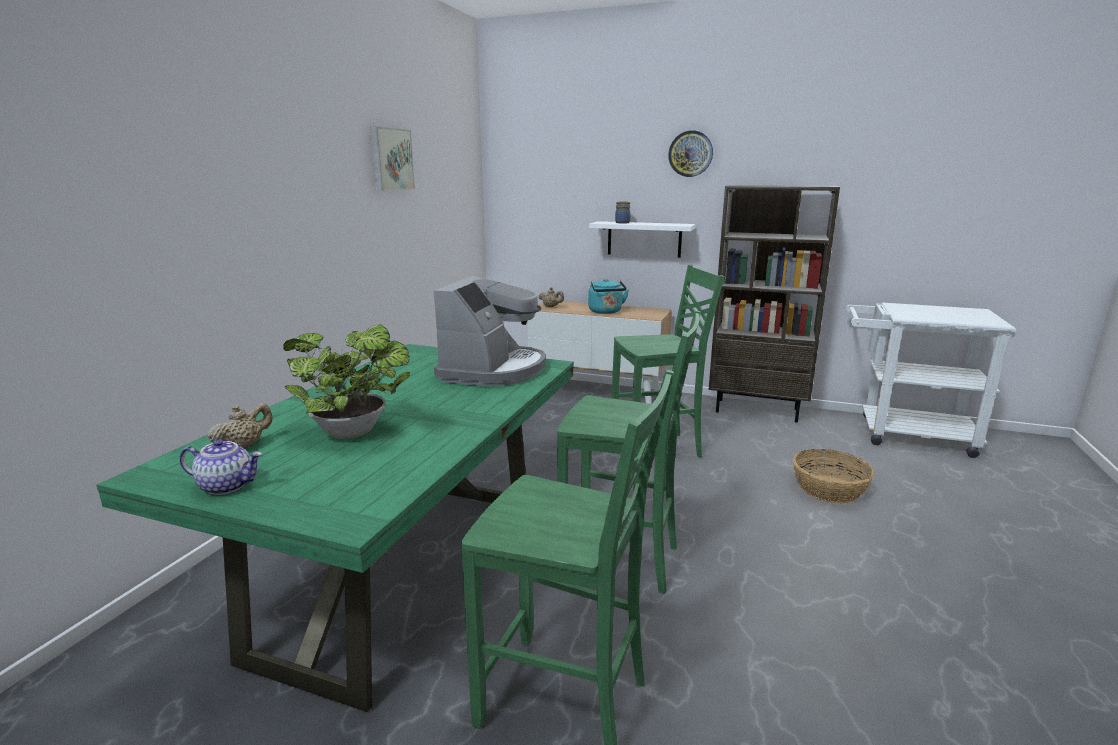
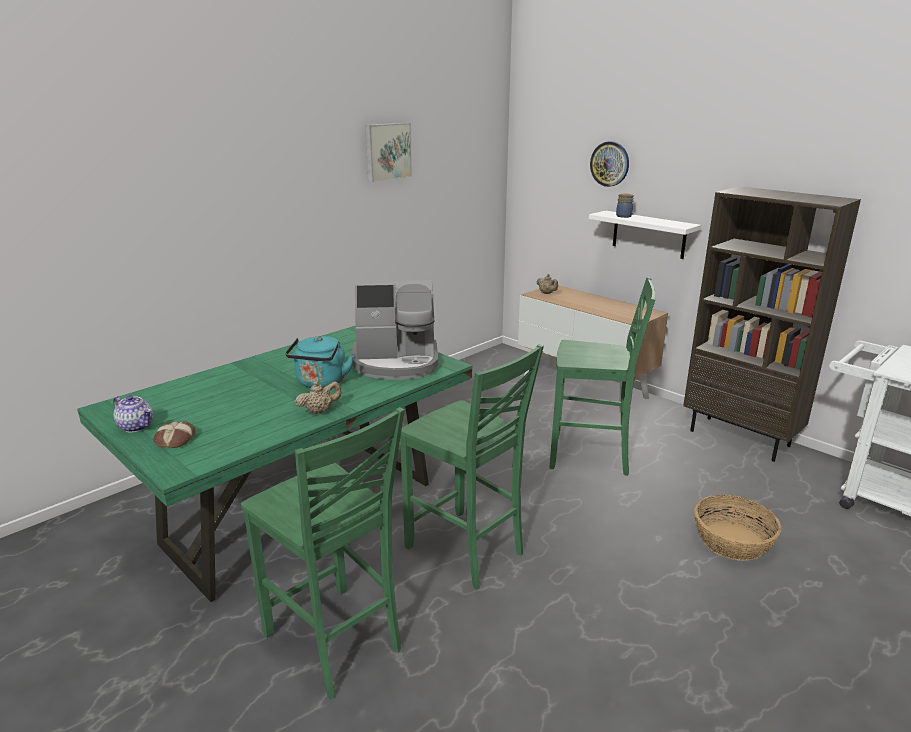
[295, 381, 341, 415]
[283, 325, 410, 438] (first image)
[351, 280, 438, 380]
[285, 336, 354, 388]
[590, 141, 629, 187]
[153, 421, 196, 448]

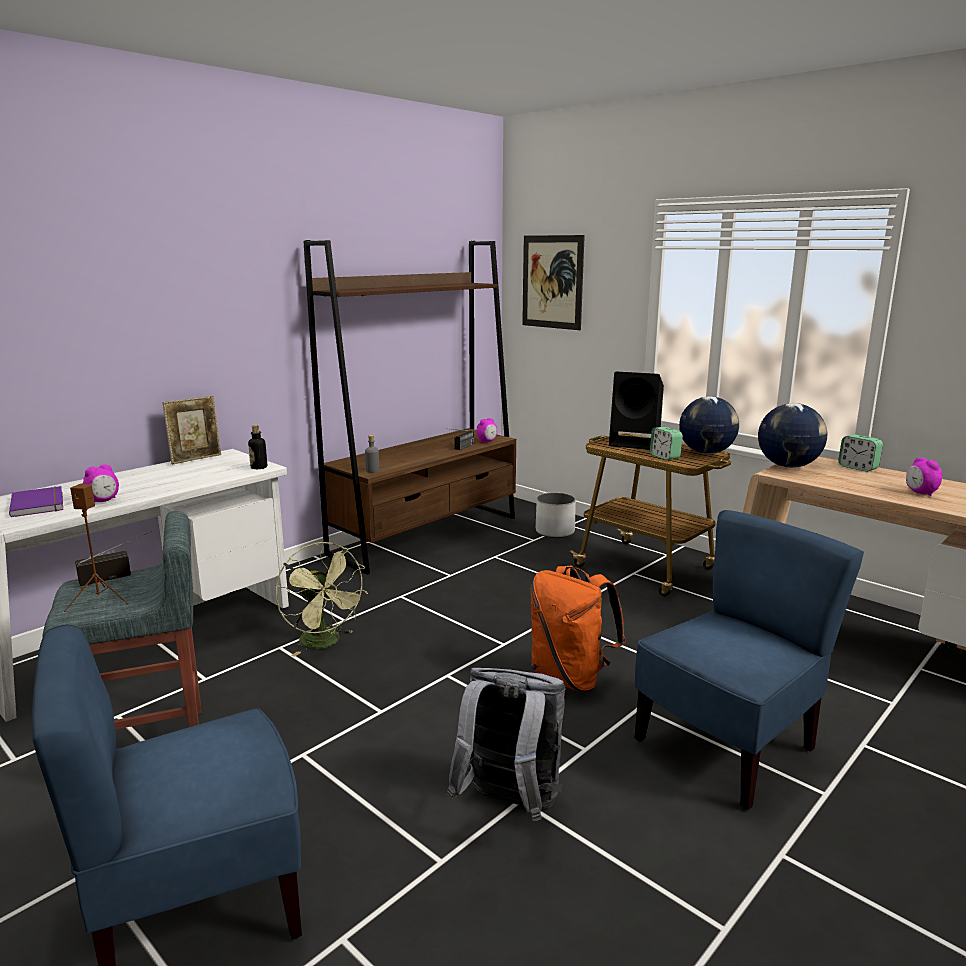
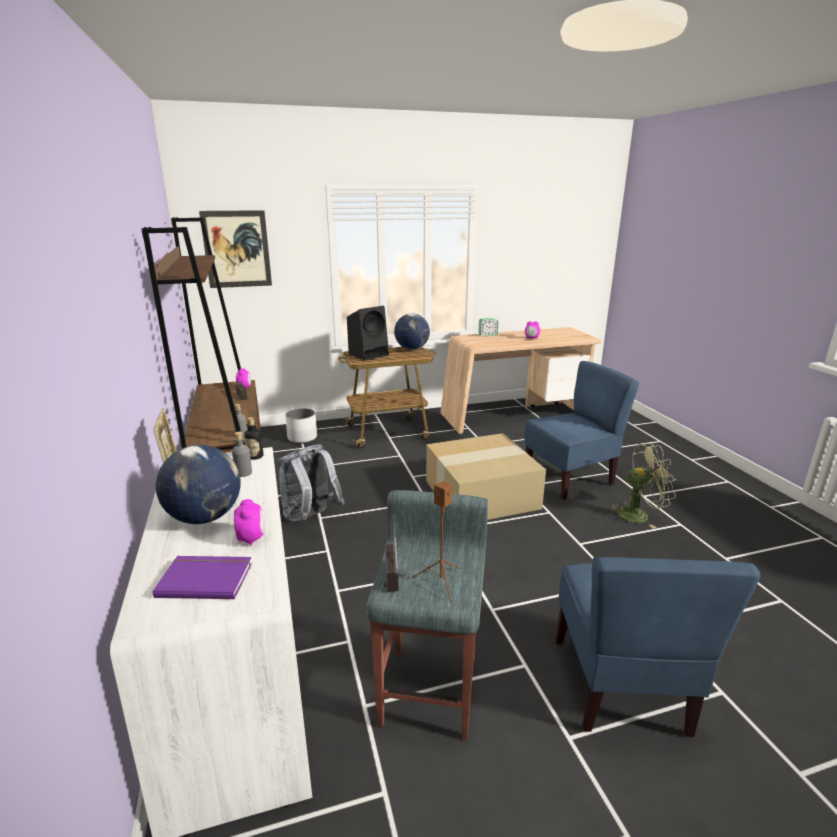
[607, 443, 676, 529]
[277, 444, 344, 522]
[426, 433, 546, 520]
[525, 361, 639, 500]
[650, 427, 683, 460] (first image)
[156, 445, 241, 524]
[232, 432, 252, 477]

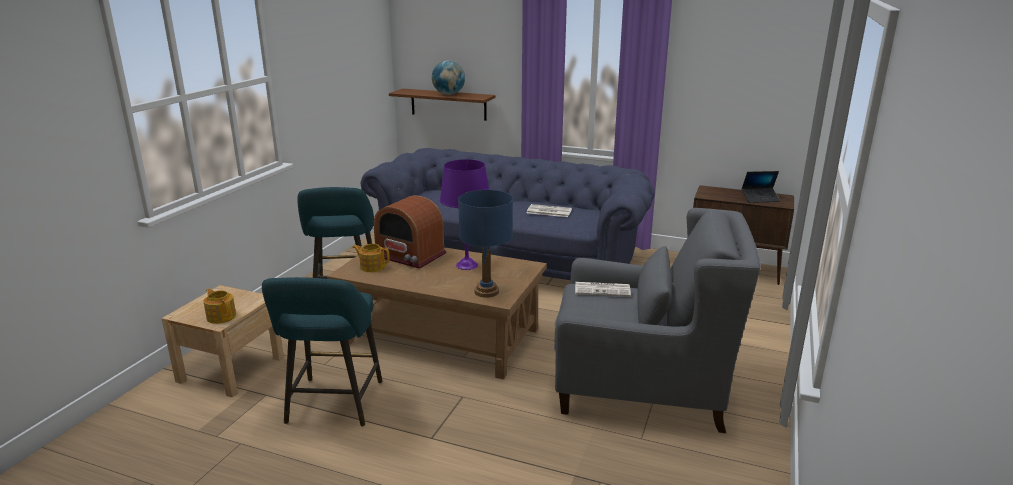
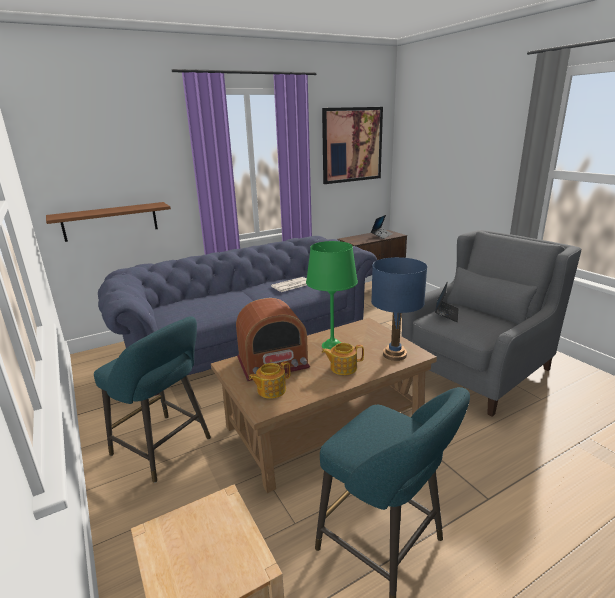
[322, 343, 364, 375]
[432, 60, 465, 95] (first image)
[306, 241, 358, 349]
[435, 281, 458, 322]
[322, 107, 383, 184]

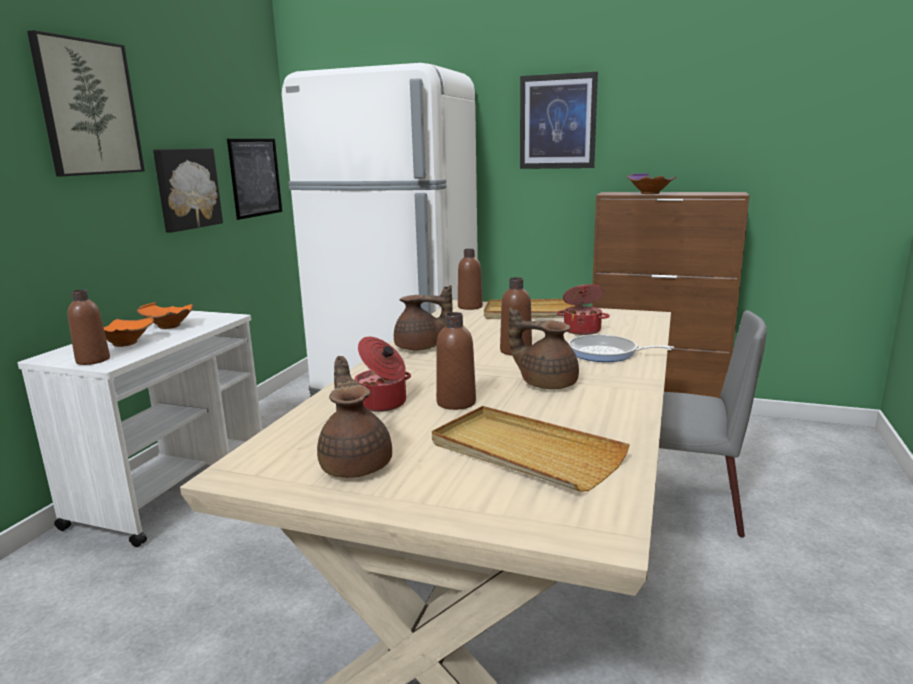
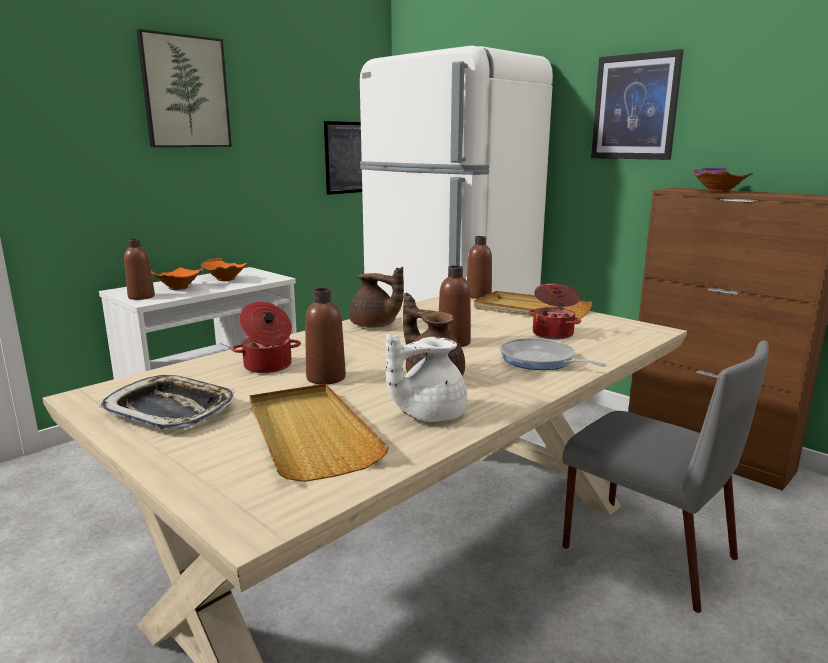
[153, 148, 223, 233] (first image)
[98, 375, 236, 430]
[386, 334, 467, 422]

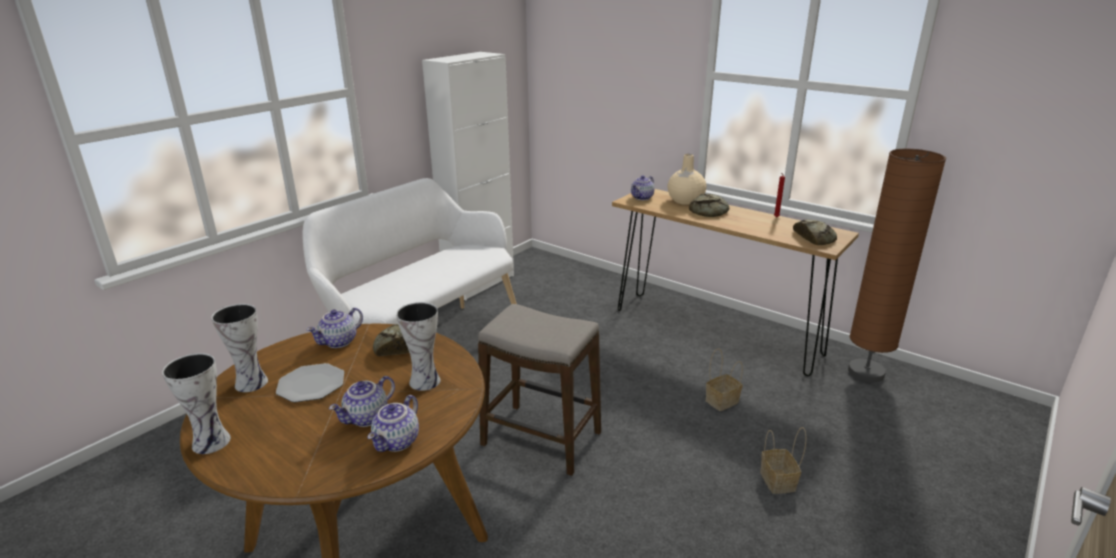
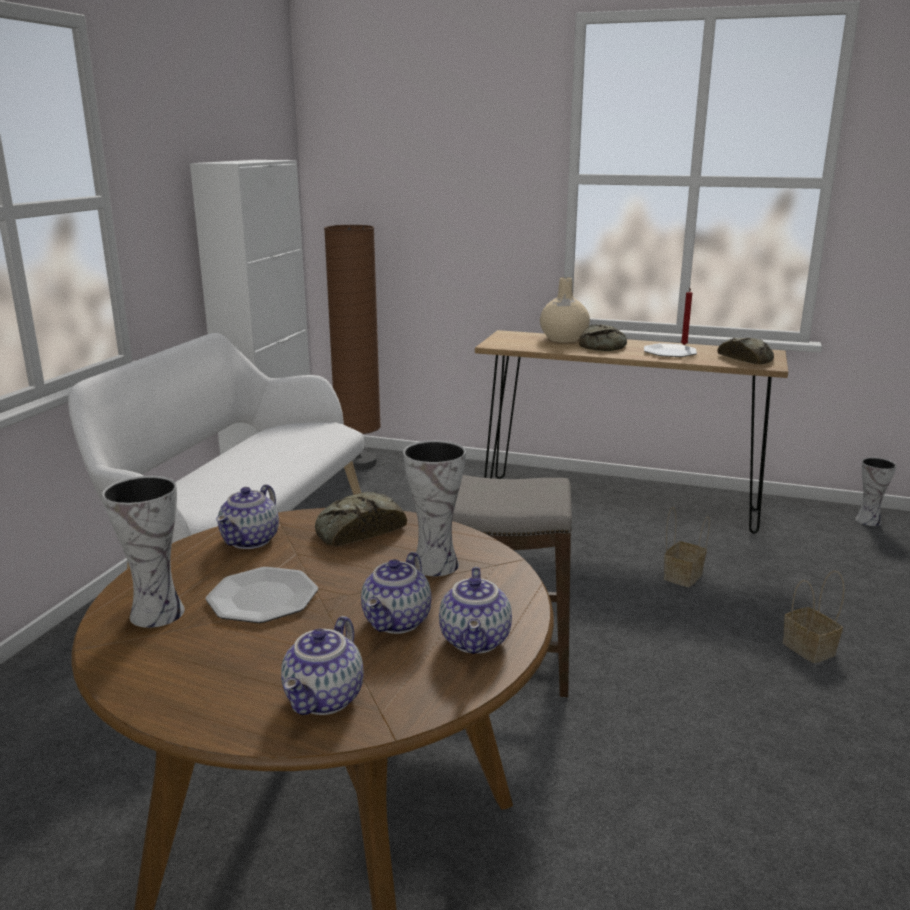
[855, 457, 897, 526]
[281, 616, 364, 715]
[324, 225, 381, 470]
[644, 343, 697, 357]

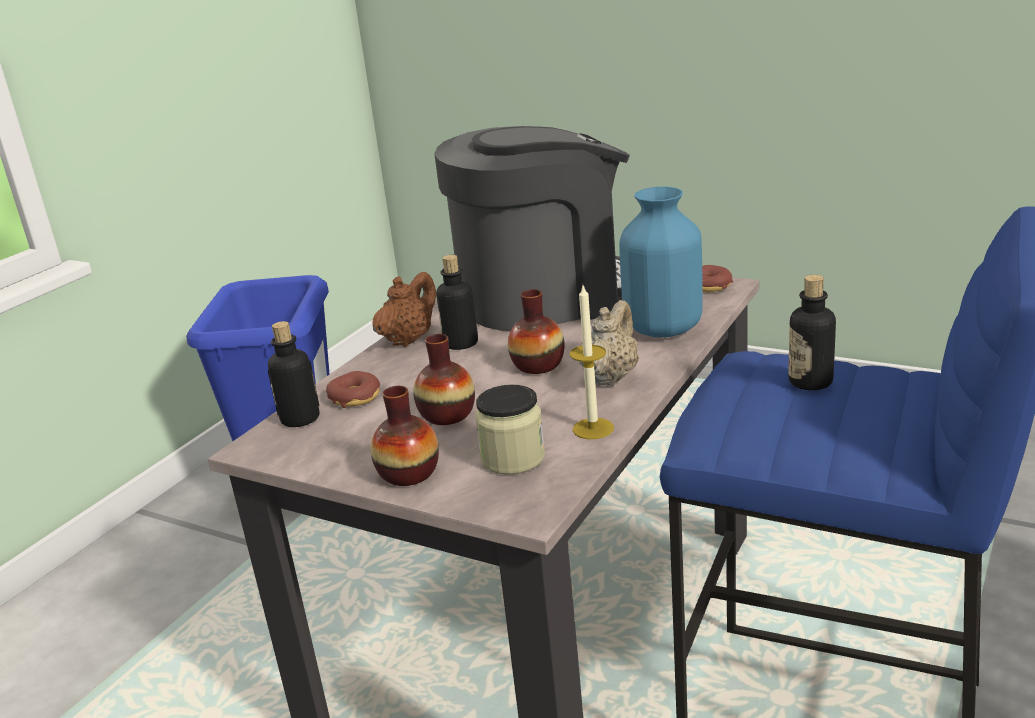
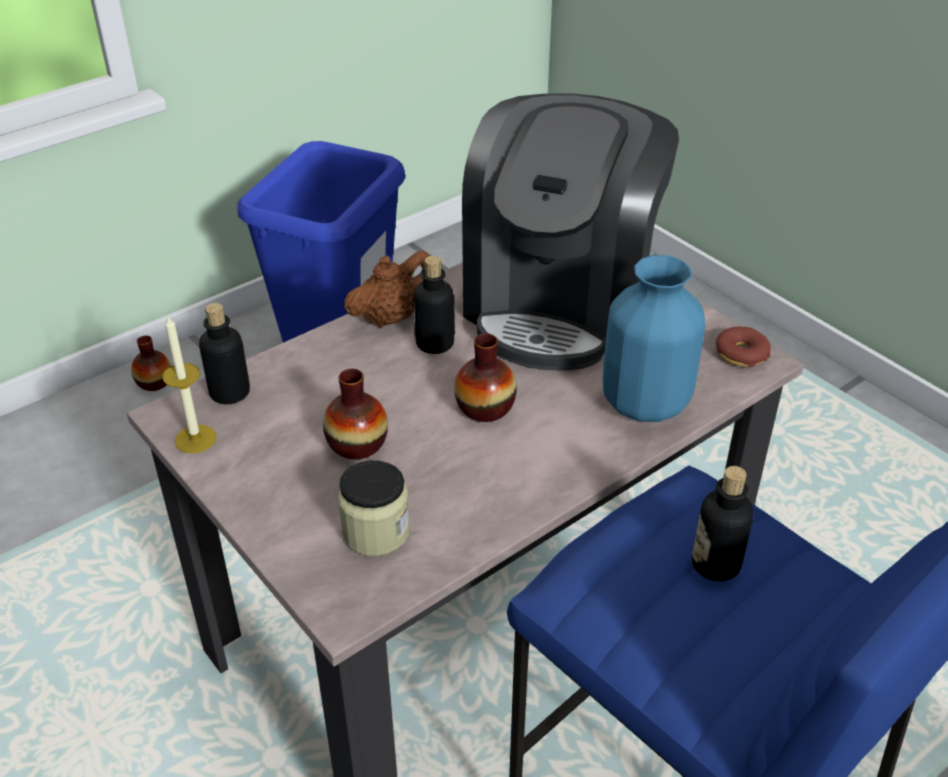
[326, 371, 380, 408] (first image)
[131, 335, 171, 391]
[462, 93, 679, 371]
[163, 316, 217, 454]
[579, 300, 639, 386] (first image)

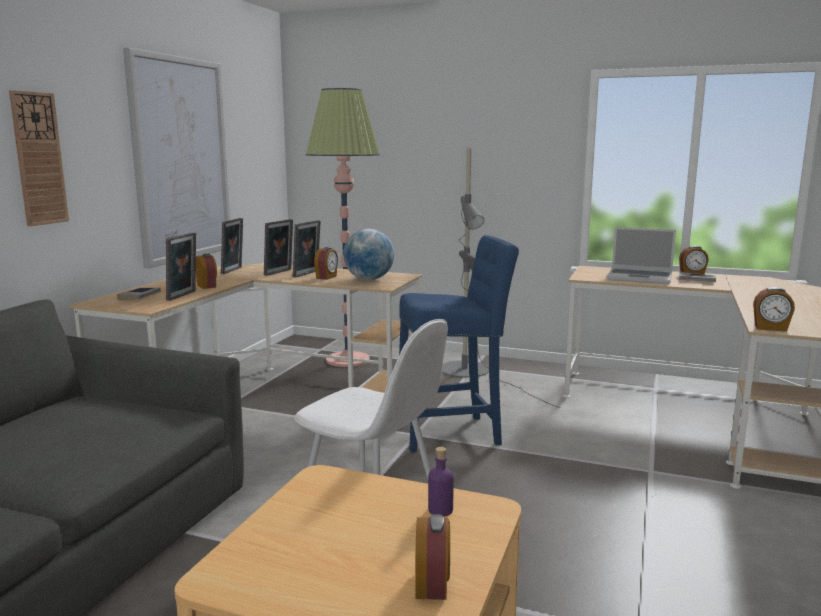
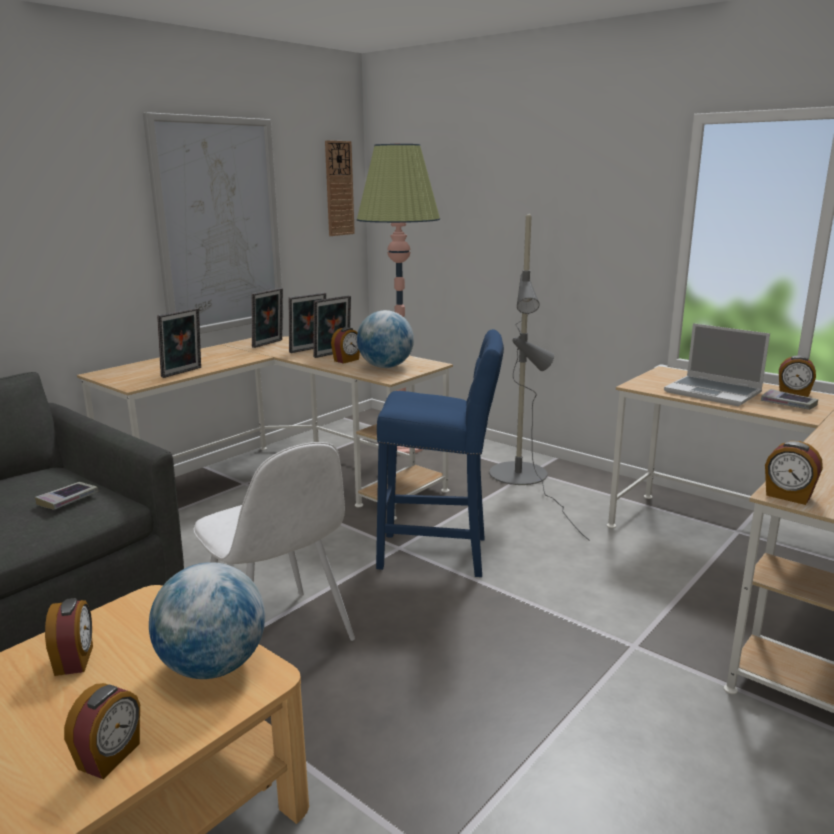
[325, 140, 355, 236]
[35, 482, 99, 510]
[45, 598, 93, 676]
[149, 562, 265, 679]

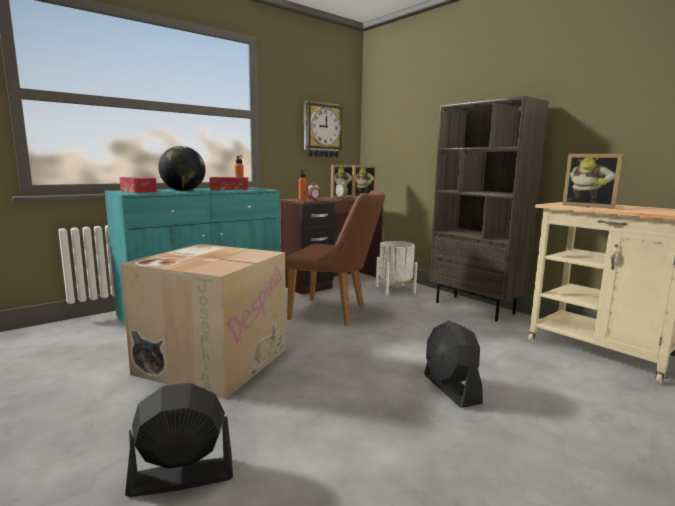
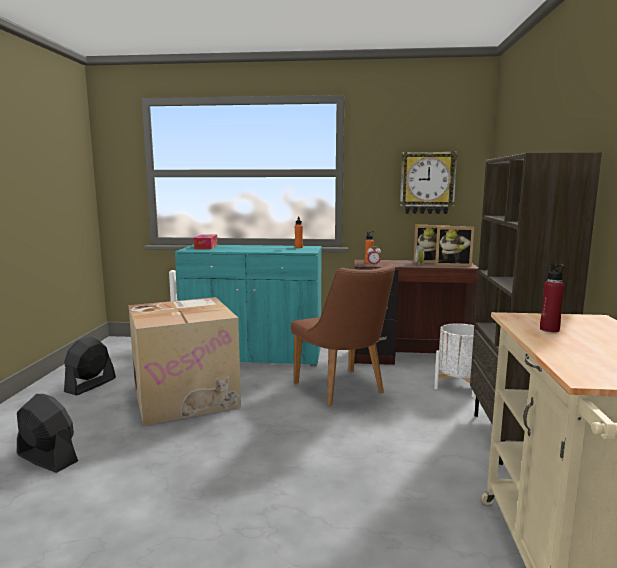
[158, 146, 205, 191] (first image)
[209, 177, 248, 190] (first image)
[64, 337, 116, 395]
[540, 263, 565, 332]

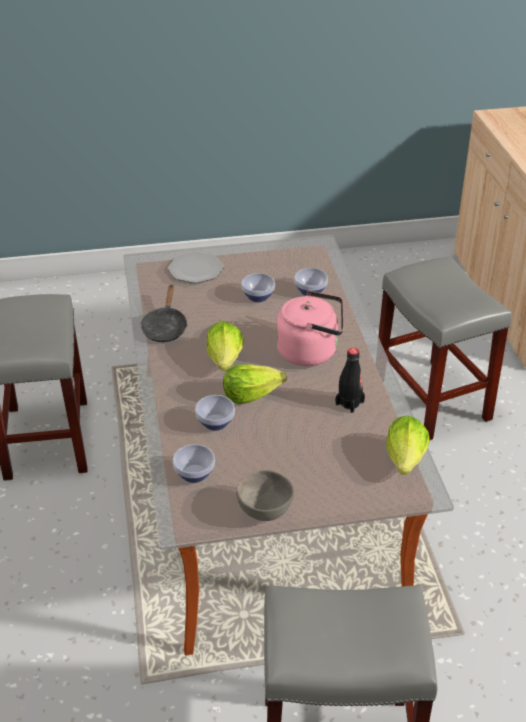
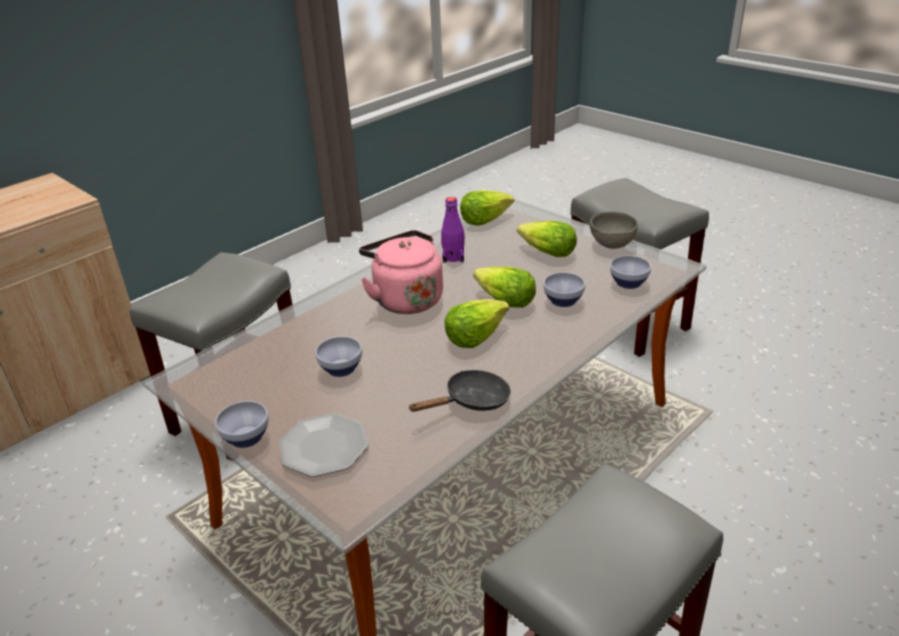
[215, 401, 269, 448]
[441, 197, 465, 263]
[517, 221, 577, 257]

